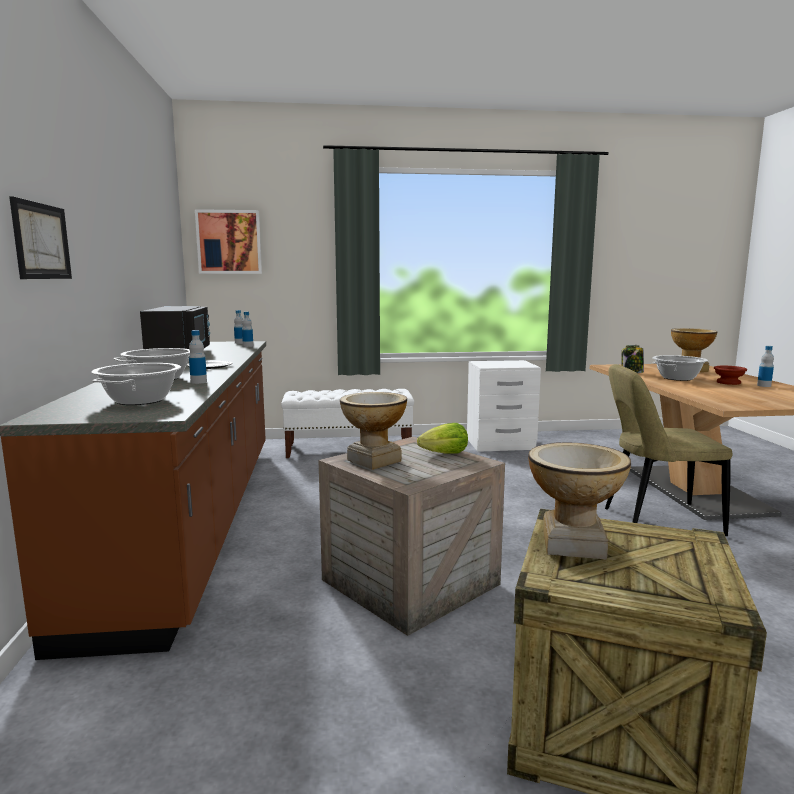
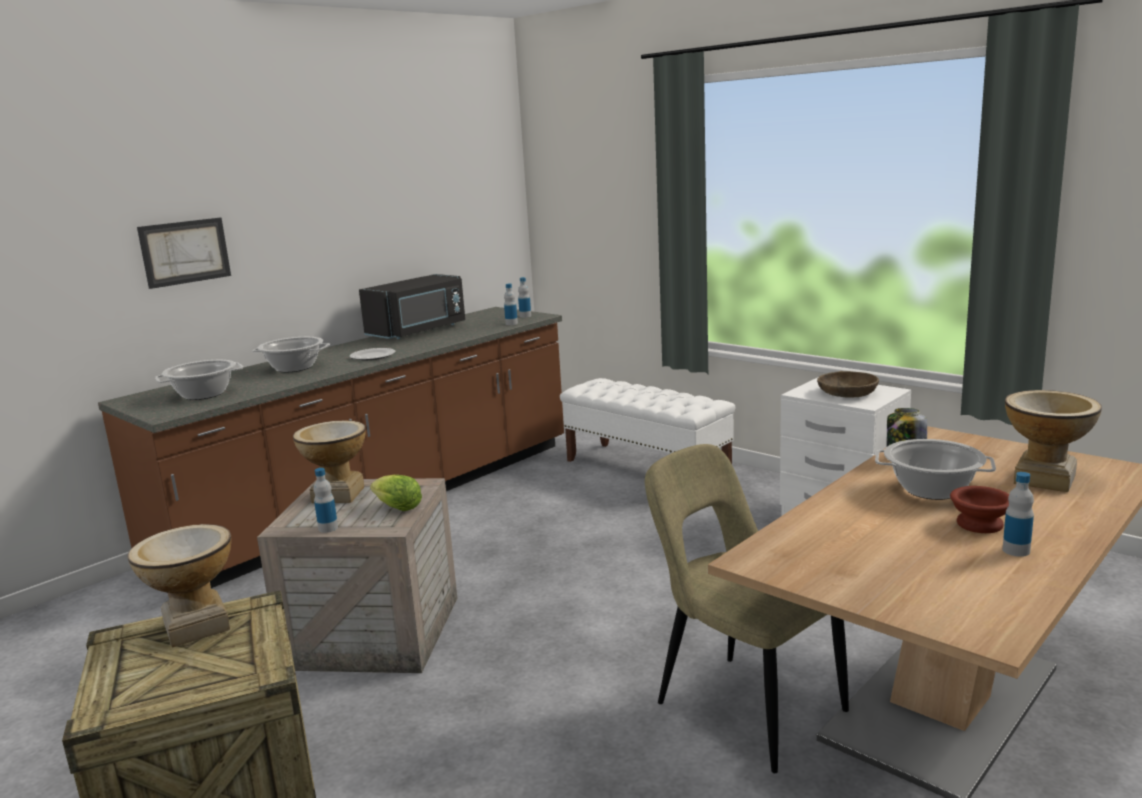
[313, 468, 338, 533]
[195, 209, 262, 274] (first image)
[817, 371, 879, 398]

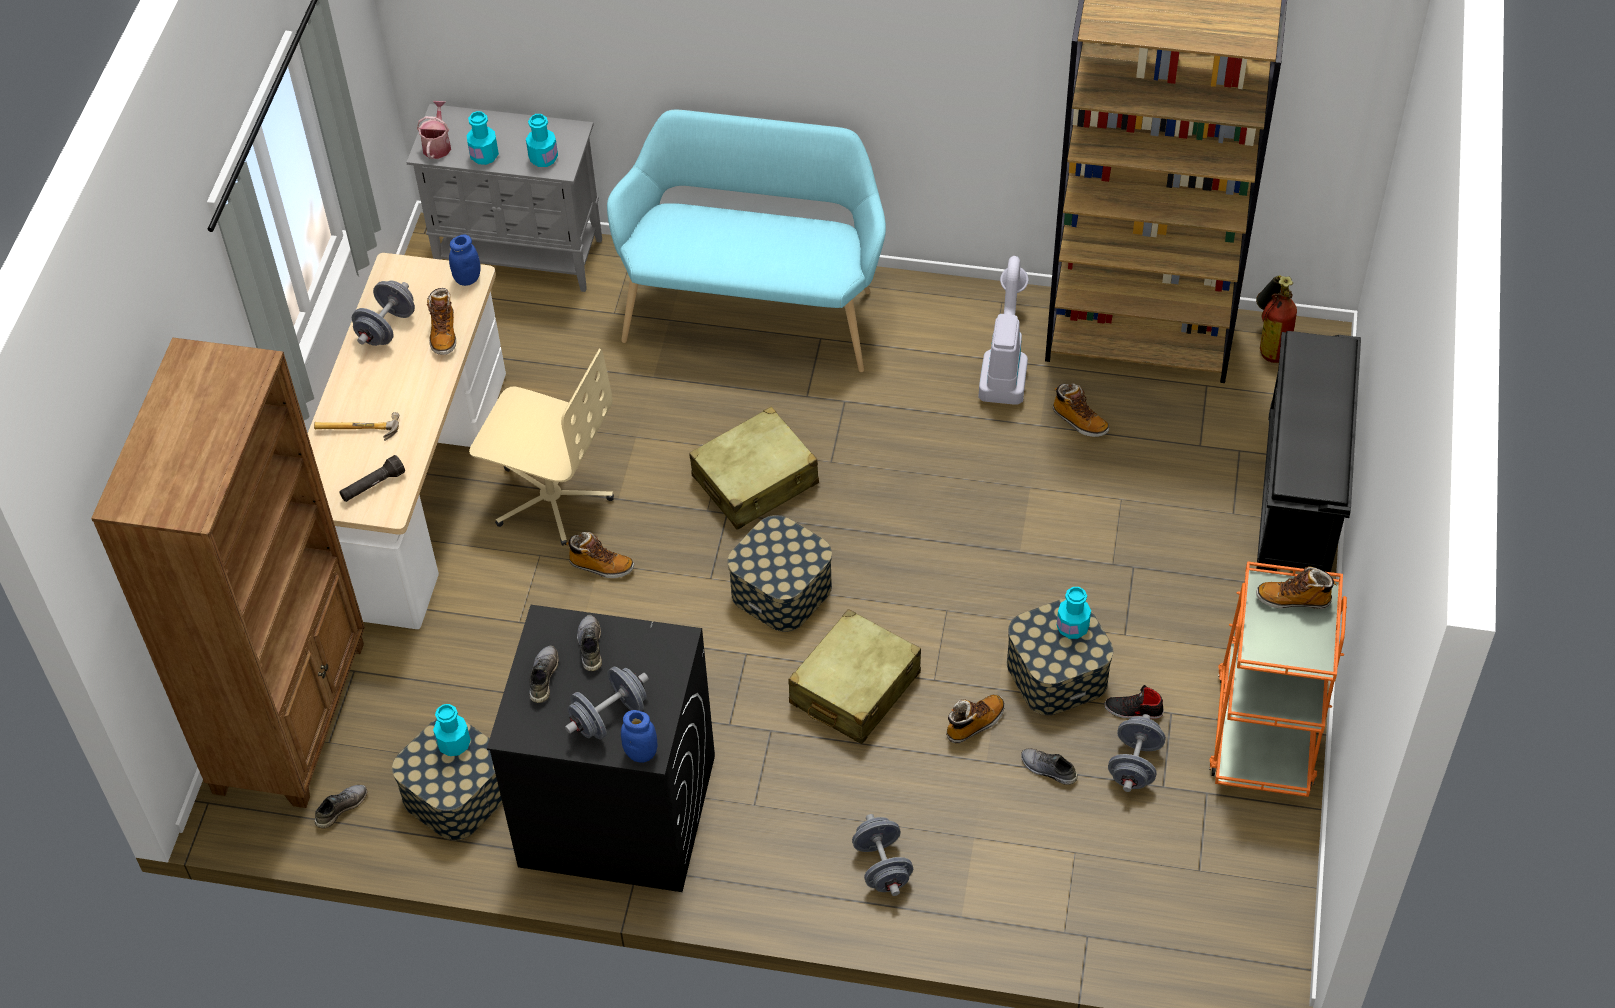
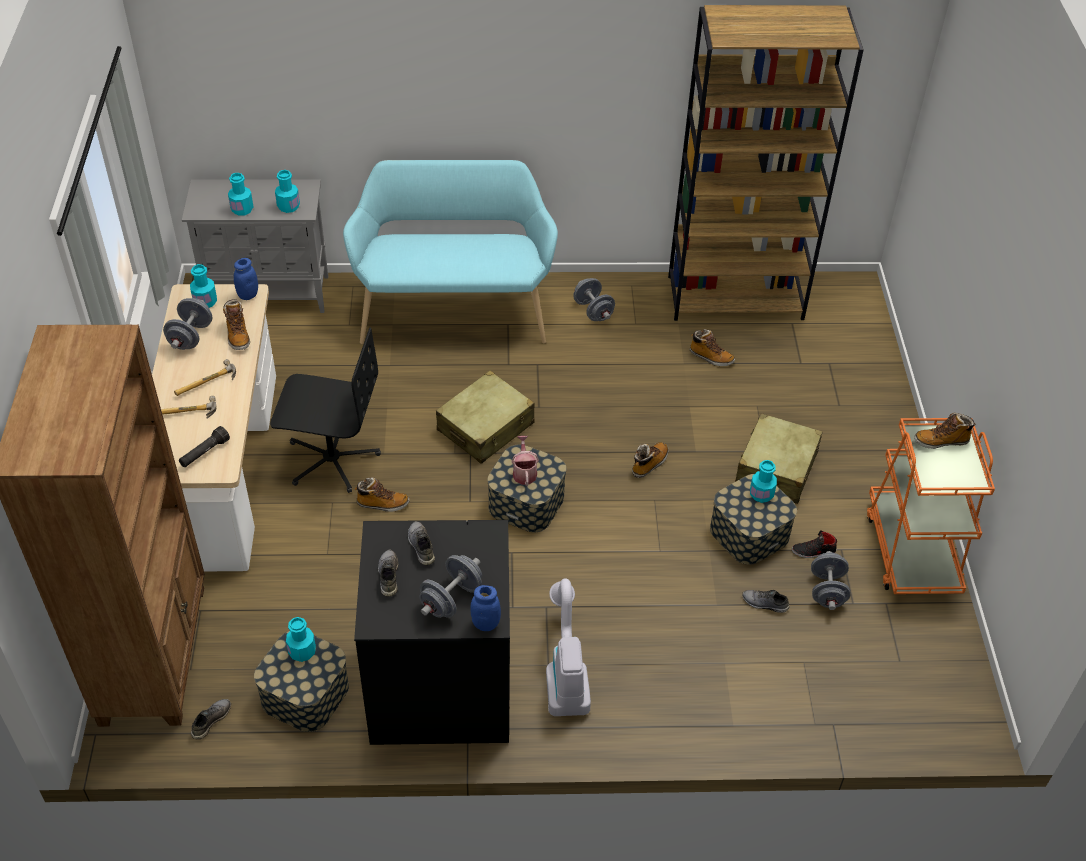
[511, 436, 539, 486]
[270, 327, 381, 493]
[735, 413, 823, 504]
[573, 278, 615, 321]
[632, 442, 669, 478]
[546, 578, 591, 716]
[1256, 275, 1297, 363] (first image)
[1256, 331, 1361, 572] (first image)
[174, 359, 236, 396]
[190, 264, 217, 308]

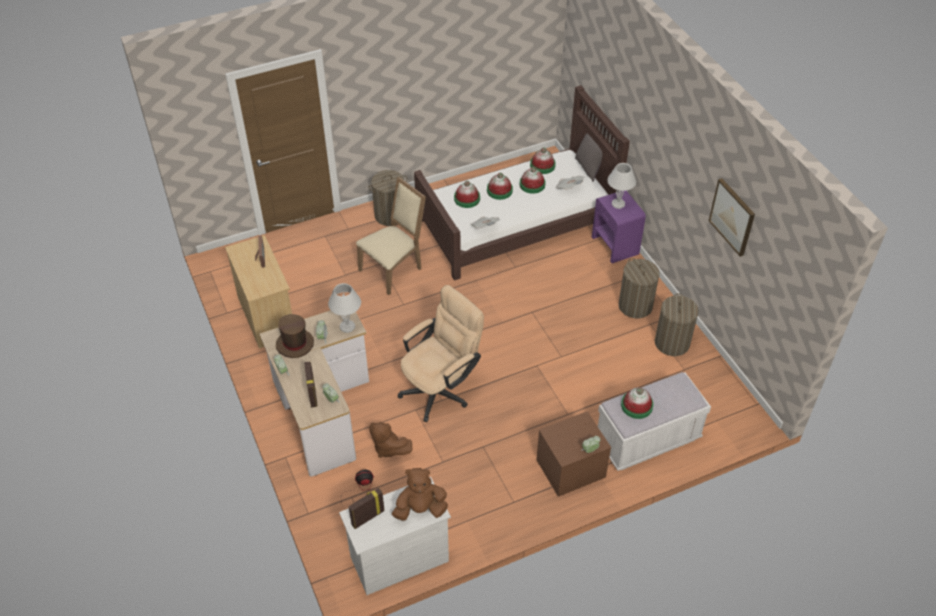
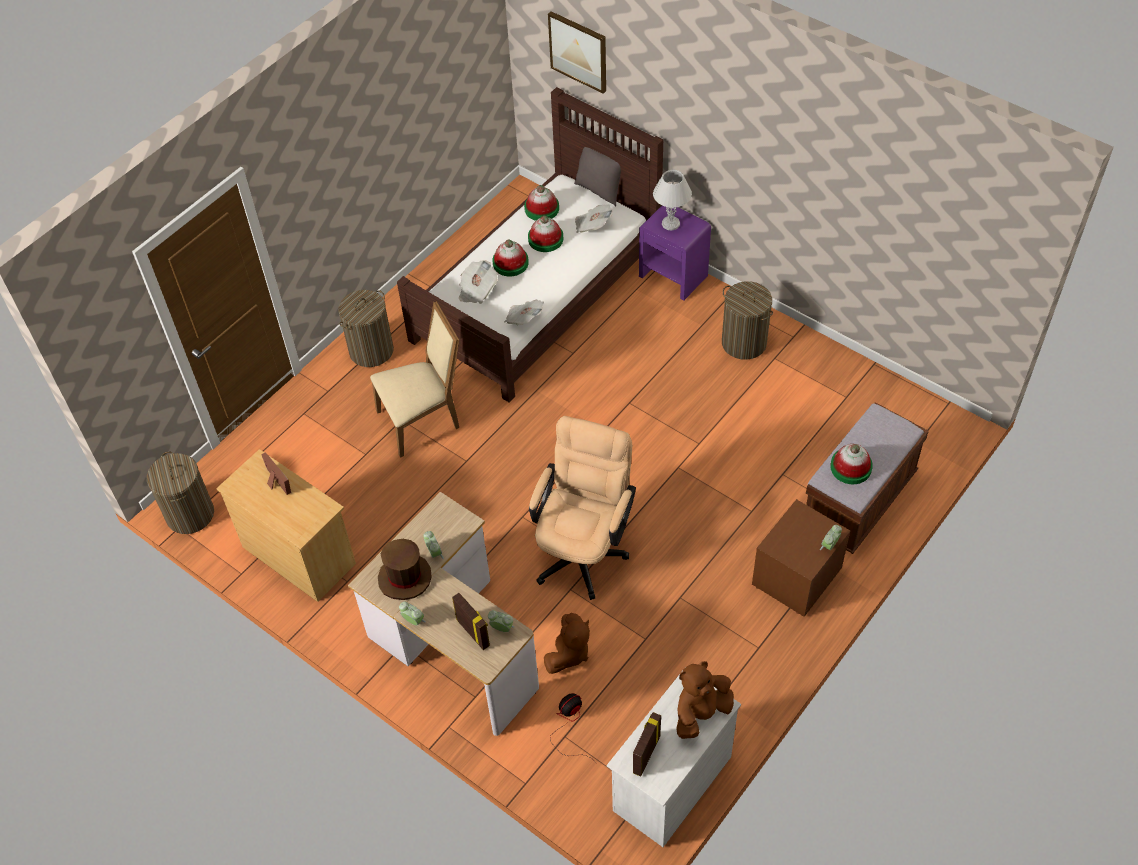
[328, 283, 361, 333] (first image)
[370, 301, 459, 458]
[544, 613, 590, 674]
[459, 260, 497, 304]
[806, 402, 929, 554]
[147, 451, 214, 534]
[548, 11, 606, 94]

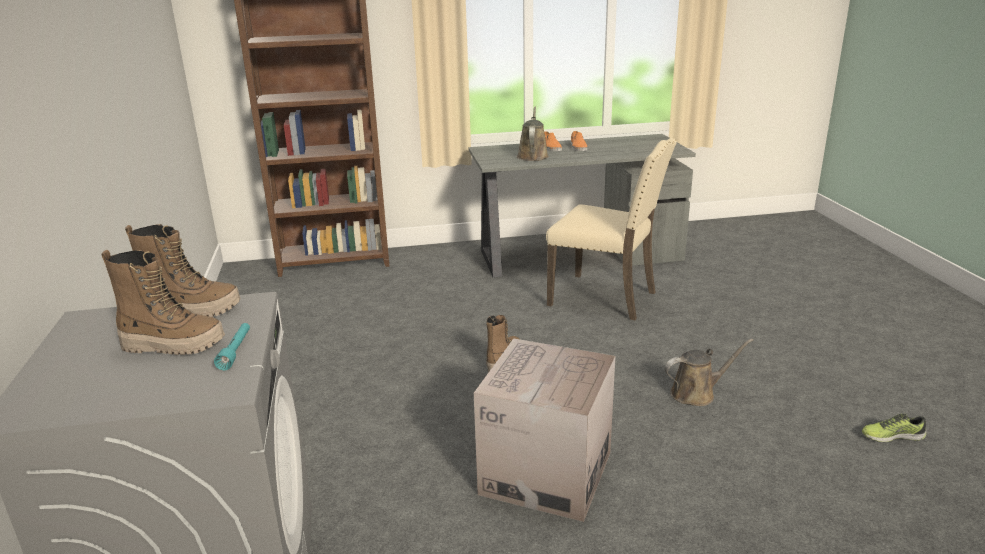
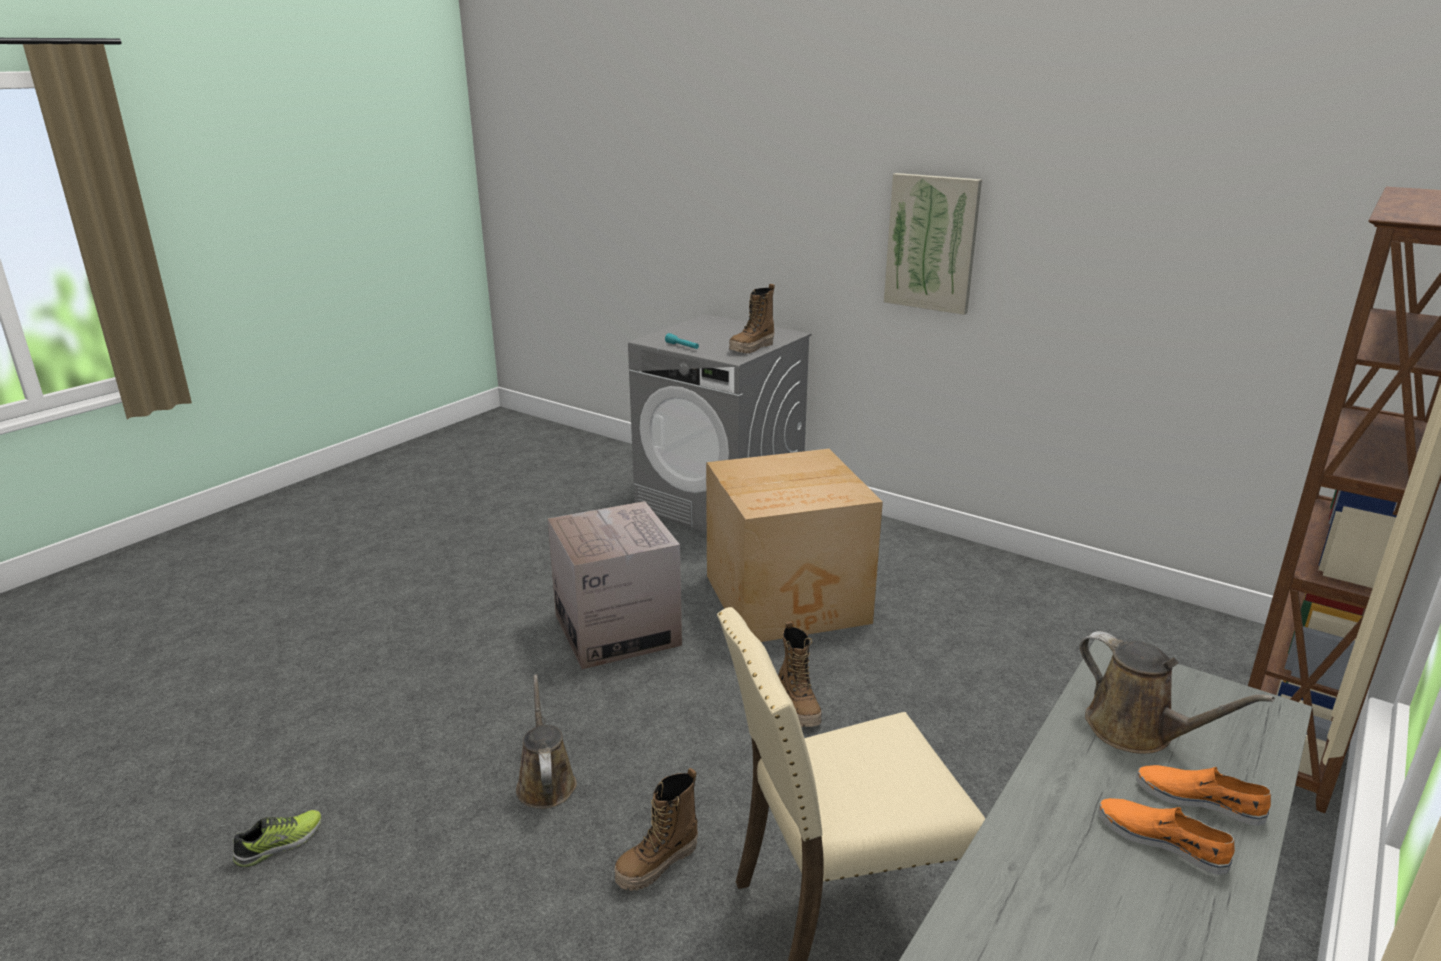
[615, 768, 698, 891]
[516, 674, 577, 809]
[706, 449, 883, 642]
[884, 173, 982, 315]

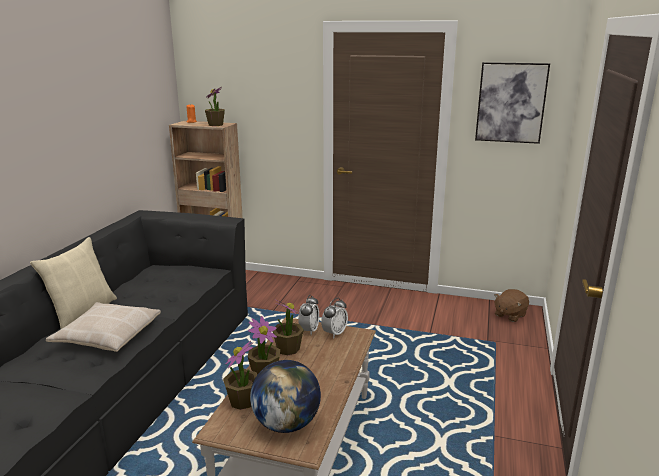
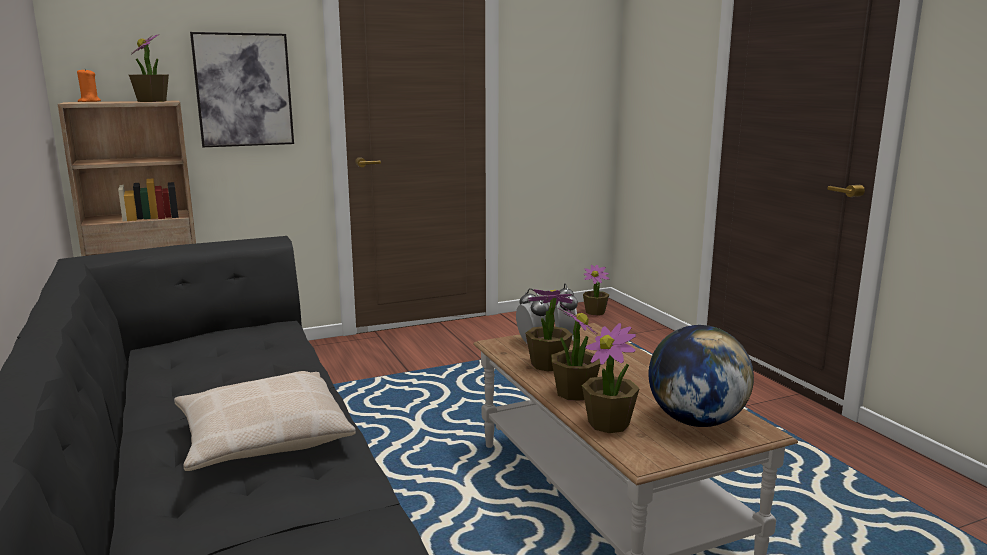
[30, 237, 117, 329] (first image)
[190, 32, 294, 147]
[583, 265, 609, 316]

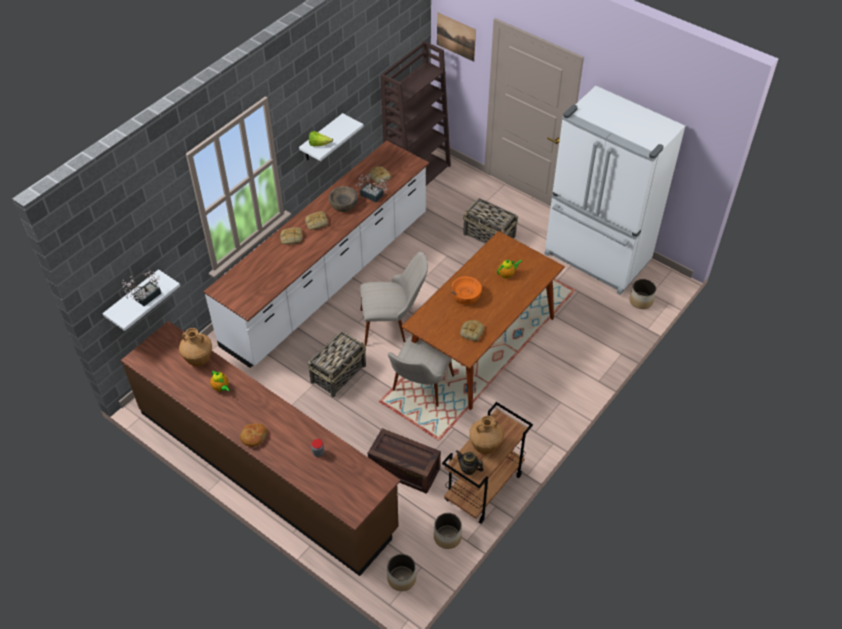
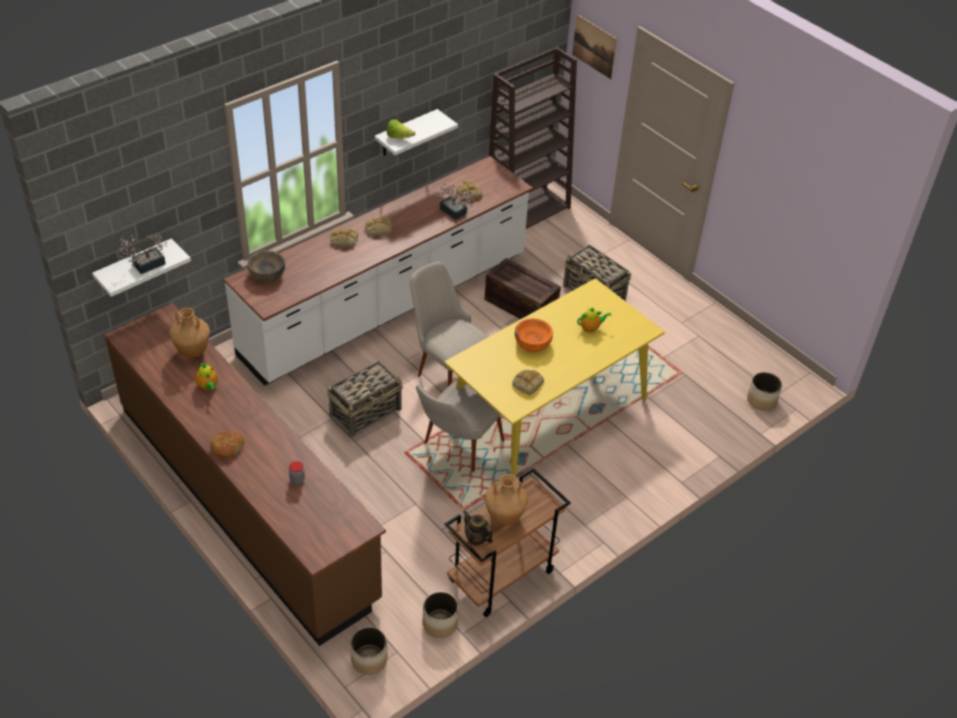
[248, 250, 285, 283]
[410, 262, 489, 386]
[484, 258, 561, 319]
[444, 278, 665, 478]
[544, 86, 685, 295] (first image)

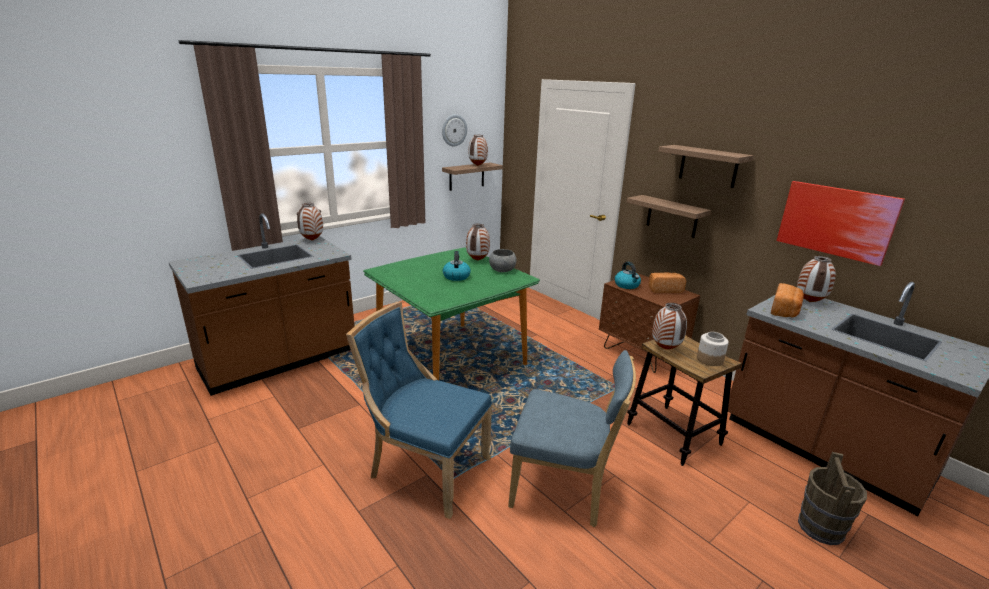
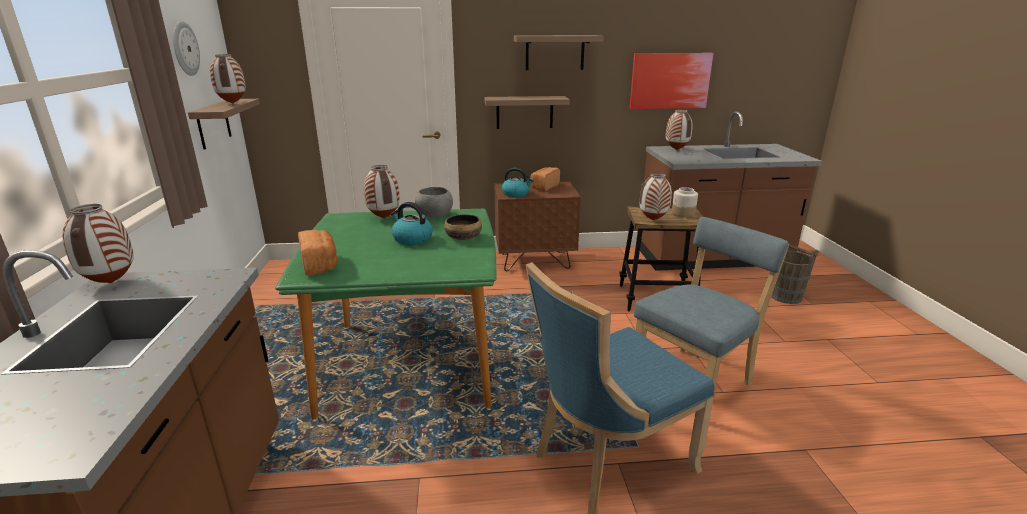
[298, 230, 338, 276]
[444, 214, 482, 240]

